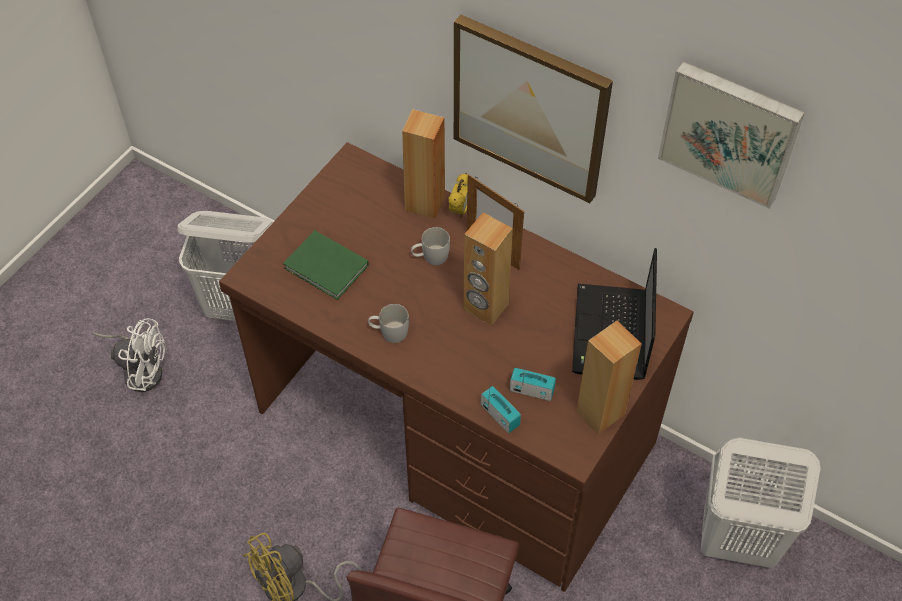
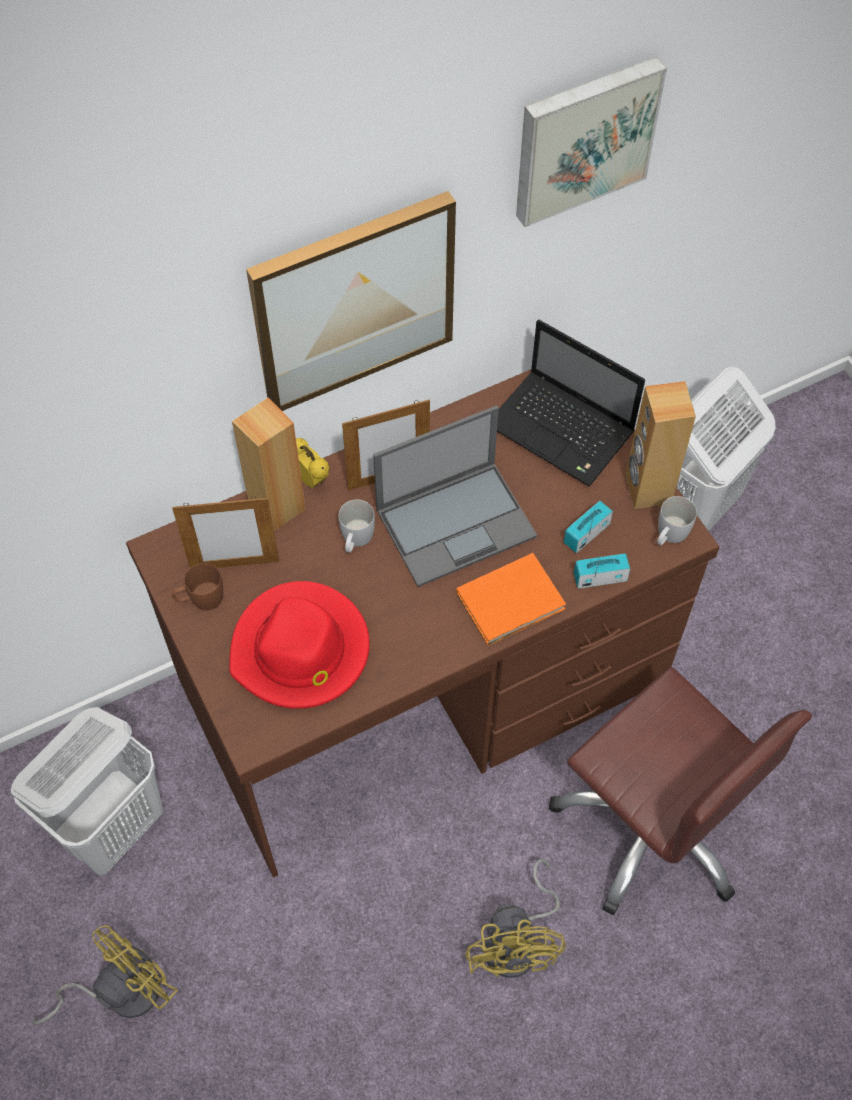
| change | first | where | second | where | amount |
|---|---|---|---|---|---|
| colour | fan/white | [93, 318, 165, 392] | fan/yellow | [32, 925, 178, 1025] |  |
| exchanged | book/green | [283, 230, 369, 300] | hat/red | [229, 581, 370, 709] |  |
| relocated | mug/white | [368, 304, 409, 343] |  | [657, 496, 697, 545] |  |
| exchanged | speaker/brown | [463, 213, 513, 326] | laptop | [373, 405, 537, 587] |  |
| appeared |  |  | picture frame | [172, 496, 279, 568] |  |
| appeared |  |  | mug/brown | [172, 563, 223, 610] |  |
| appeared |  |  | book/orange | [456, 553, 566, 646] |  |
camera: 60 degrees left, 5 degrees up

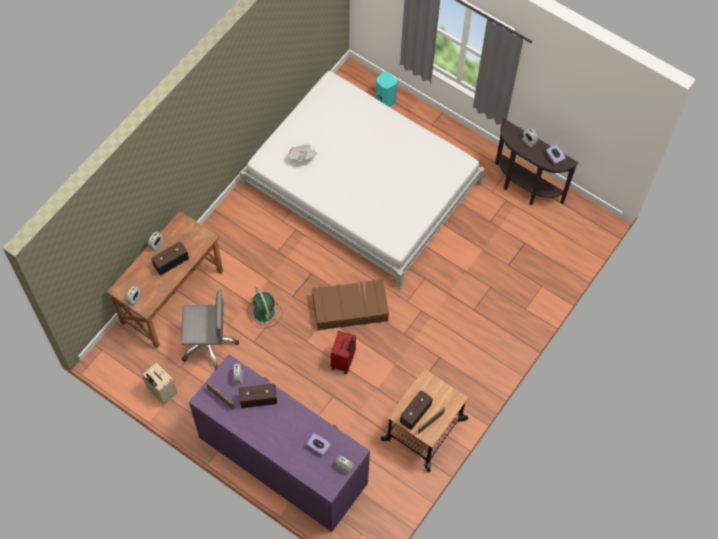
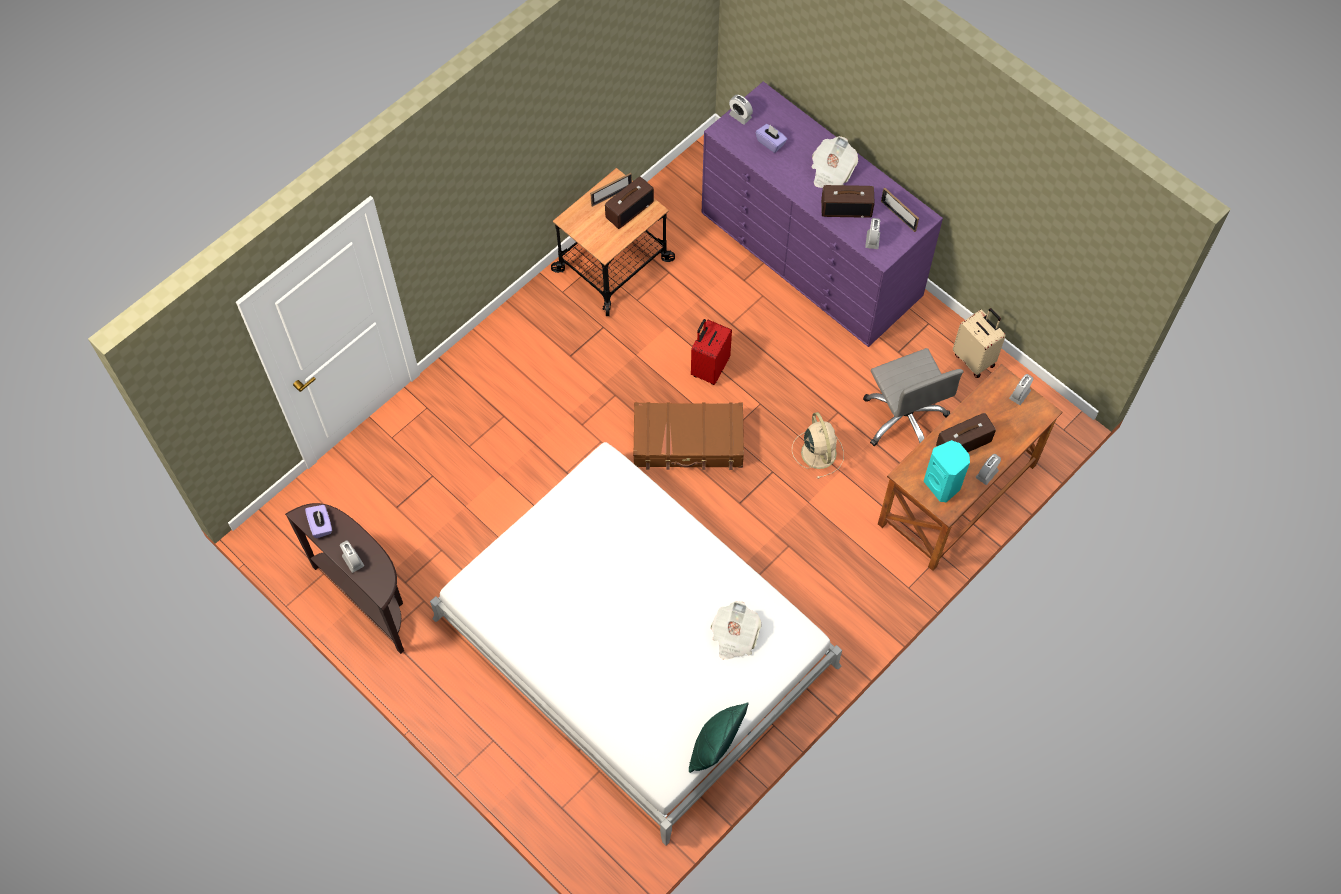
| change | first | where | second | where | amount |
|---|---|---|---|---|---|
| spun | office chair/grey | [181, 289, 239, 370] |  | [863, 348, 964, 446] | 120 degrees counterclockwise |
| colour | fan/green | [248, 287, 282, 328] | fan/beige | [792, 412, 844, 479] |  |
| relocated | speaker/turquoise | [376, 71, 398, 107] |  | [924, 440, 970, 502] |  |
| appeared |  |  | pillow/green | [689, 702, 749, 773] |  |
| appeared |  |  | newspaper | [812, 136, 858, 188] |  |
camera: 170 degrees left, 0 degrees up

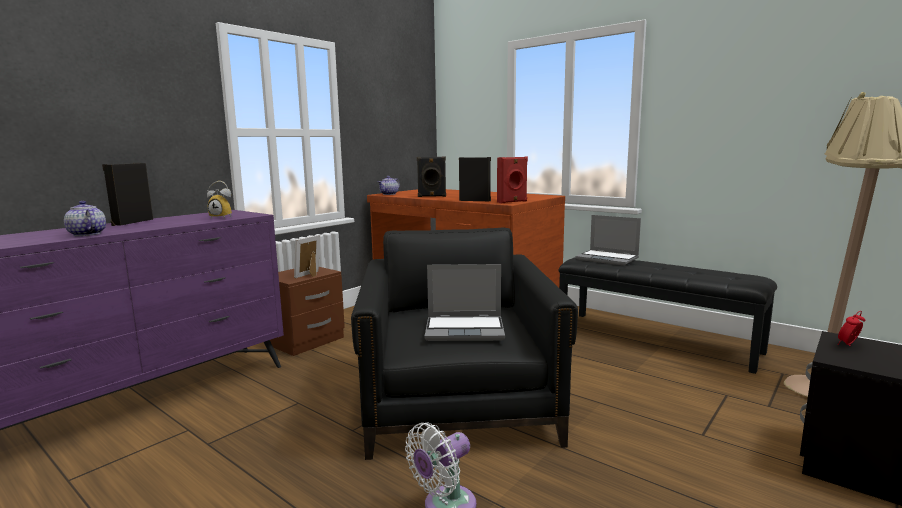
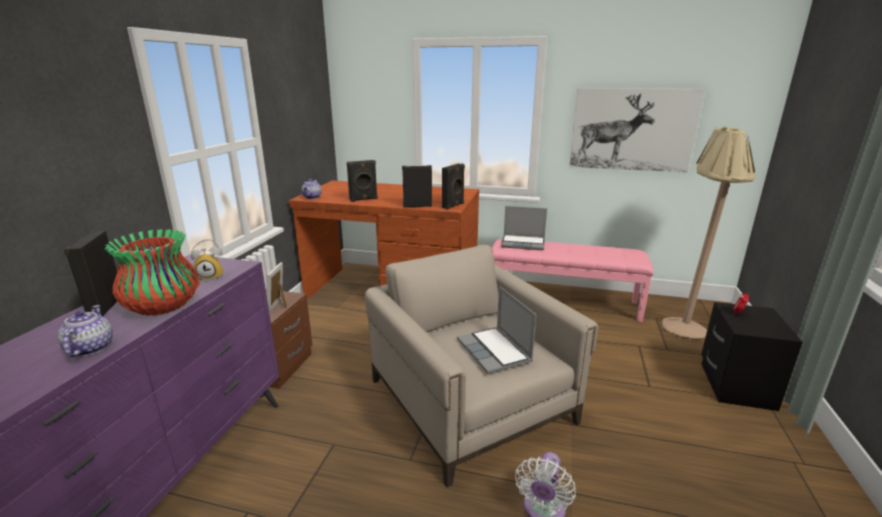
| change | first | where | second | where | amount |
|---|---|---|---|---|---|
| spun | teapot | [64, 201, 106, 236] |  | [58, 305, 113, 357] | 60 degrees clockwise |
| colour | armchair/black | [351, 227, 578, 460] | armchair/beige | [365, 245, 598, 487] |  |
| spun | laptop | [425, 264, 505, 341] |  | [457, 286, 536, 374] | 90 degrees clockwise |
| colour | speaker/red | [497, 157, 528, 203] | speaker/black | [442, 164, 465, 210] |  |
| colour | bench/black | [559, 257, 777, 374] | bench/pink | [491, 239, 653, 322] |  |
| appeared |  |  | vase | [105, 229, 200, 316] |  |
| appeared |  |  | picture | [569, 88, 705, 173] |  |
camera: 25 degrees left, 10 degrees up

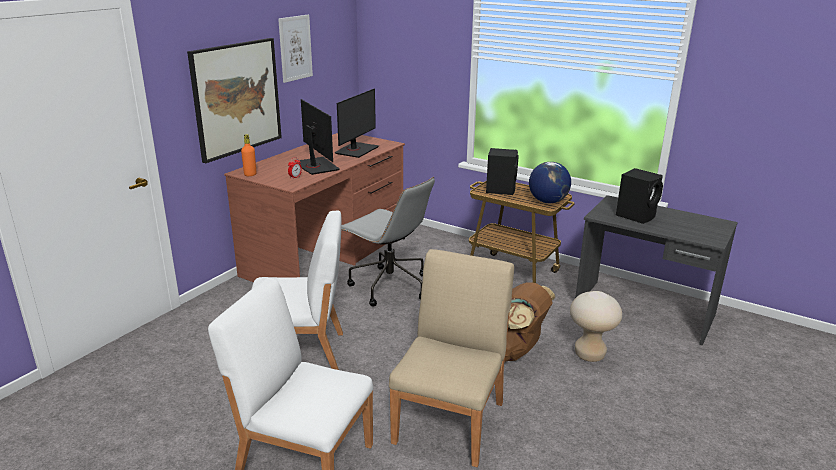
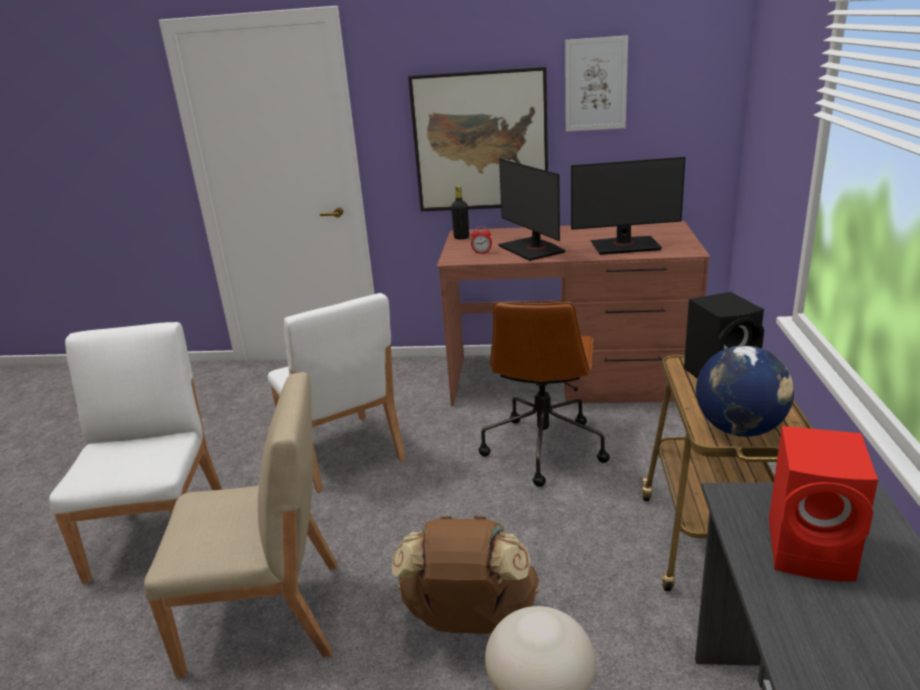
| change | first | where | second | where | amount |
|---|---|---|---|---|---|
| colour | bottle/orange | [241, 134, 257, 176] | bottle/black | [451, 186, 469, 239] |  |
| spun | monitor | [297, 99, 340, 175] |  | [498, 159, 566, 261] | 120 degrees clockwise |
| colour | office chair/grey | [341, 177, 435, 306] | office chair/brown | [478, 302, 610, 487] |  |
| colour | speaker/black | [616, 168, 663, 224] | speaker/red | [769, 426, 878, 582] |  |
camera: 65 degrees right, 0 degrees up

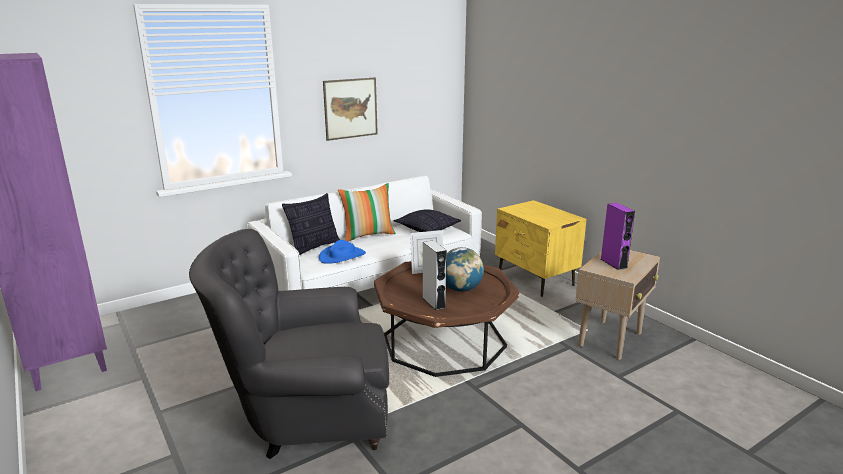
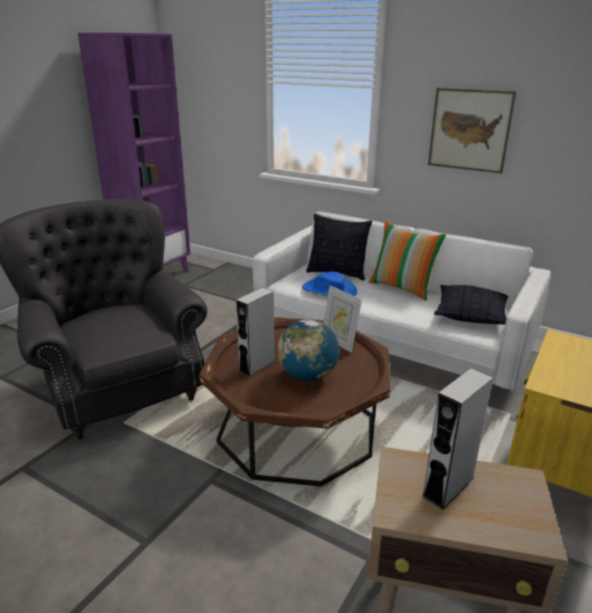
| change | first | where | second | where | amount |
|---|---|---|---|---|---|
| colour | speaker/purple | [601, 203, 635, 270] | speaker/grey | [422, 368, 493, 509] |  |
camera: 65 degrees right, 5 degrees up

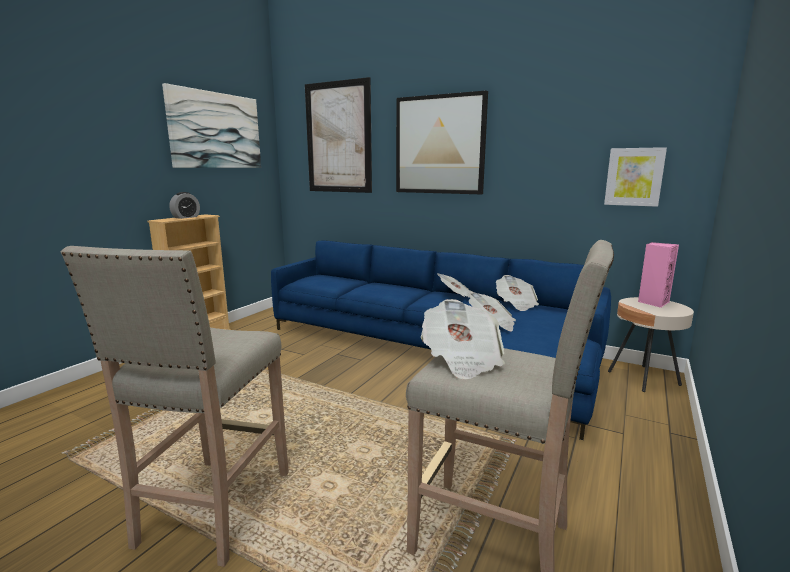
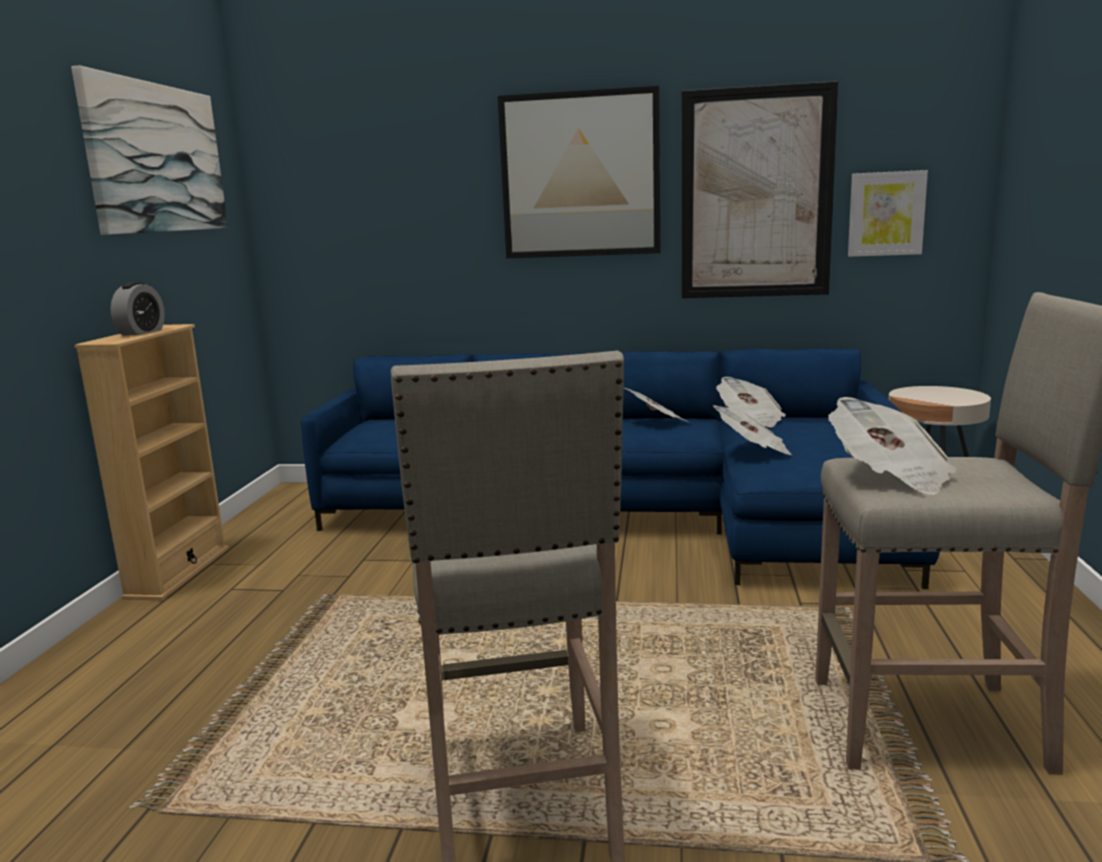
| change | first | where | second | where | amount |
|---|---|---|---|---|---|
| relocated | picture | [305, 77, 372, 193] |  | [682, 81, 838, 298] |  |
| missing | speaker/pink | [638, 242, 679, 308] |  |  |  |
camera: 20 degrees left, 0 degrees up

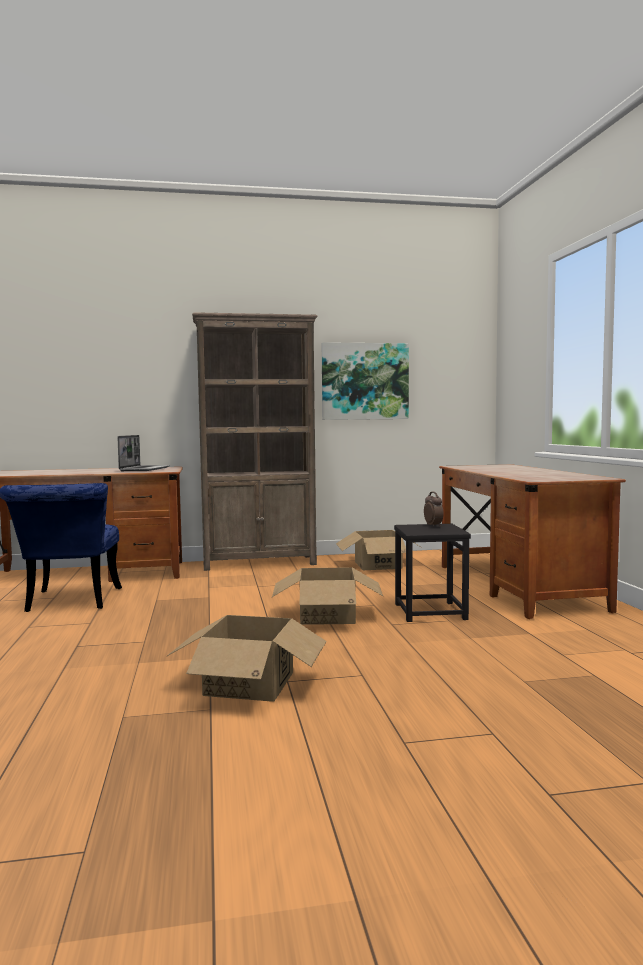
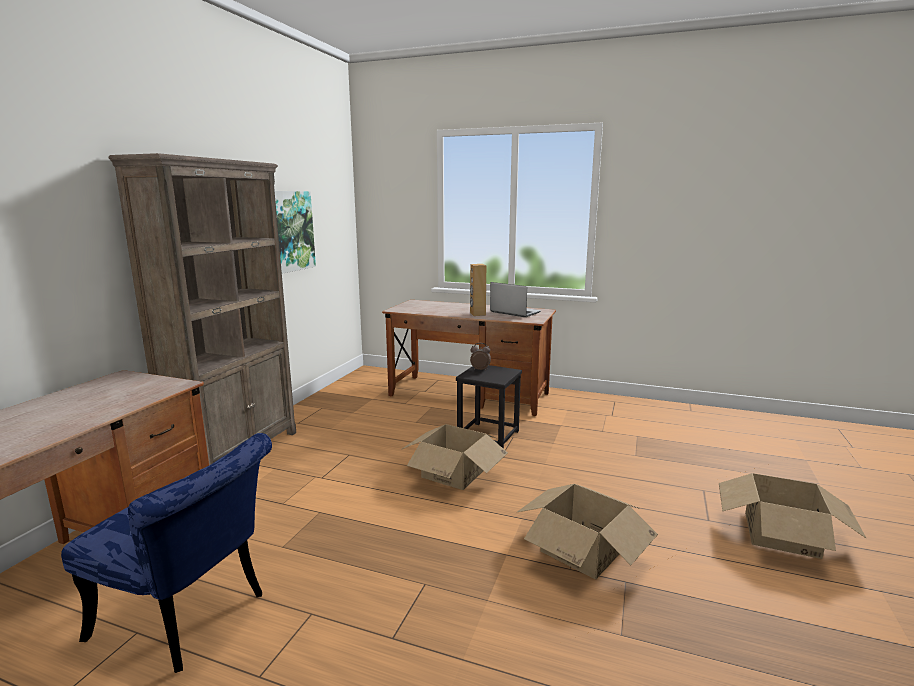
| change | first | where | second | where | amount |
|---|---|---|---|---|---|
| relocated | laptop | [117, 435, 170, 471] |  | [490, 282, 541, 317] |  |
| relocated | cardboard box | [336, 530, 421, 570] |  | [719, 473, 867, 559] |  |
| appeared |  |  | speaker/brown | [470, 264, 486, 316] |  |
camera: 60 degrees left, 10 degrees up

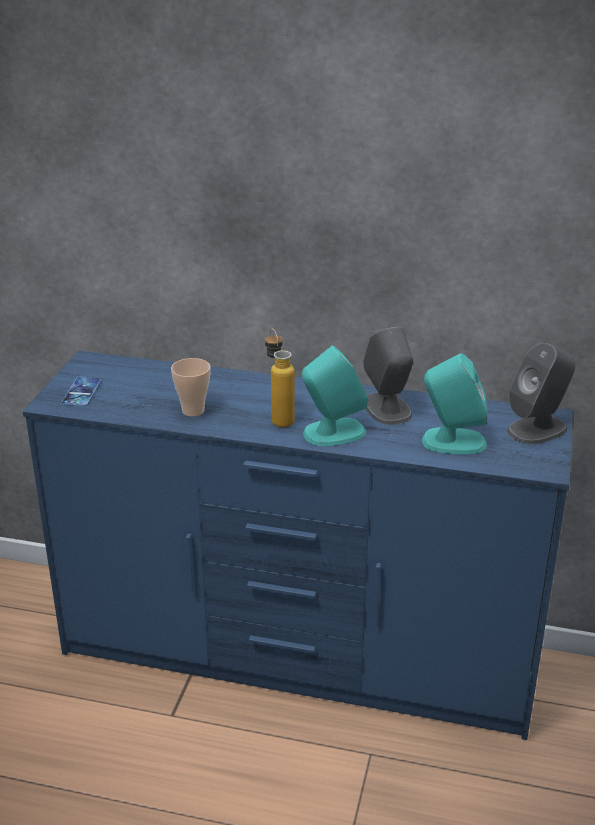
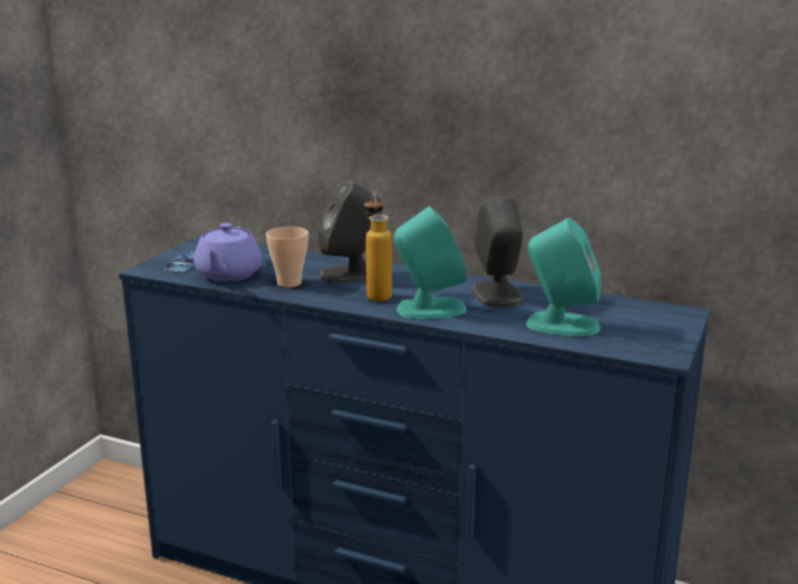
| change | first | where | second | where | amount |
|---|---|---|---|---|---|
| relocated | speaker/grey | [507, 343, 576, 444] |  | [318, 180, 383, 283] |  |
| appeared |  |  | teapot/purple | [194, 223, 262, 281] |  |
camera: 10 degrees right, 10 degrees down

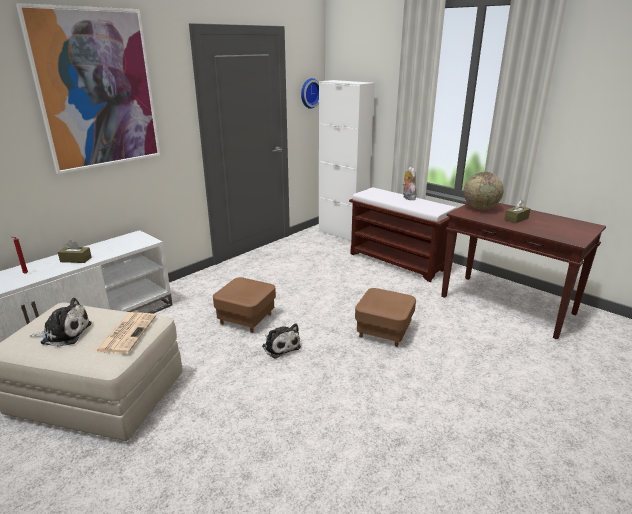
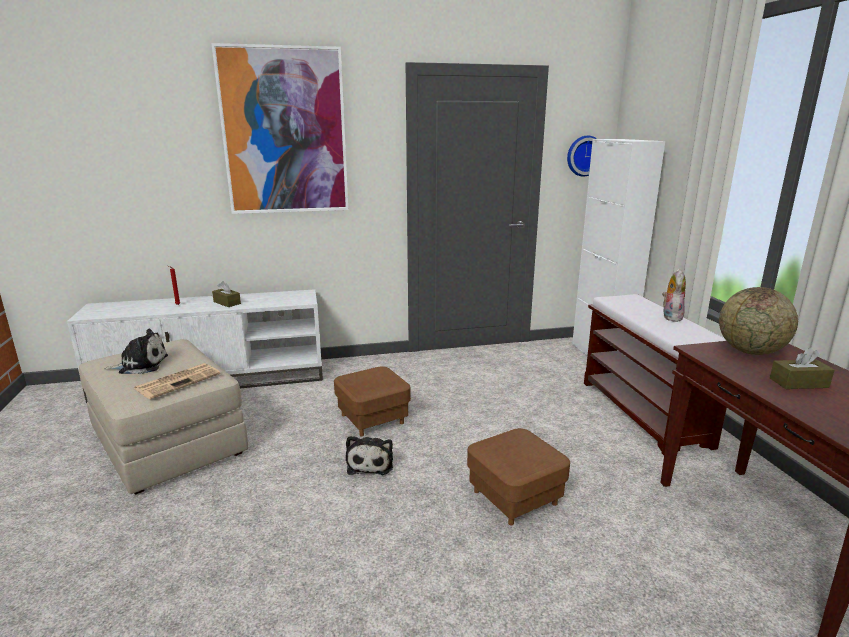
| change | first | where | second | where | amount |
|---|---|---|---|---|---|
| spun | plush toy | [30, 298, 92, 347] |  | [104, 329, 168, 374] | 45 degrees counterclockwise |
camera: 35 degrees right, 5 degrees down

